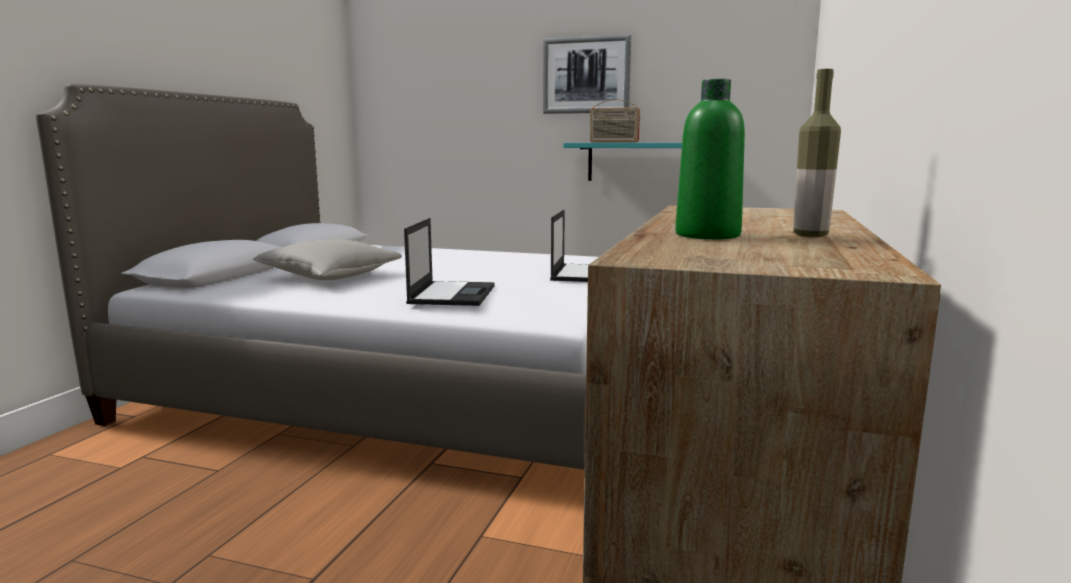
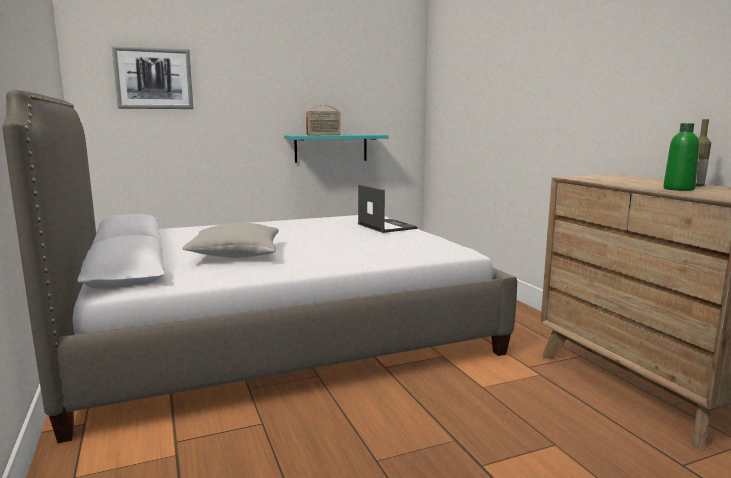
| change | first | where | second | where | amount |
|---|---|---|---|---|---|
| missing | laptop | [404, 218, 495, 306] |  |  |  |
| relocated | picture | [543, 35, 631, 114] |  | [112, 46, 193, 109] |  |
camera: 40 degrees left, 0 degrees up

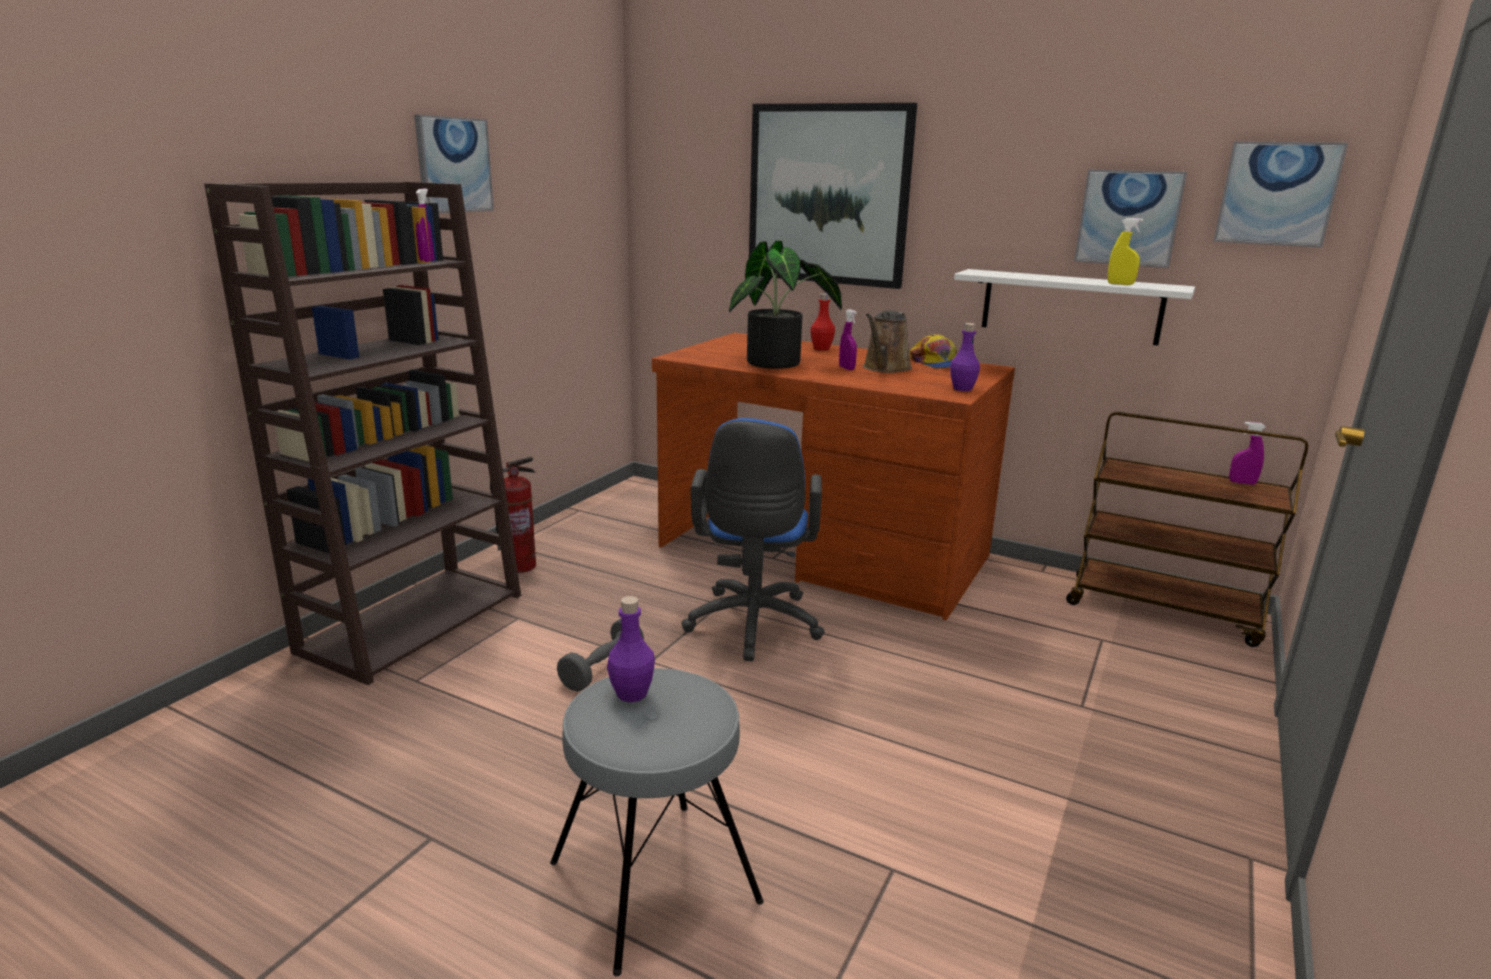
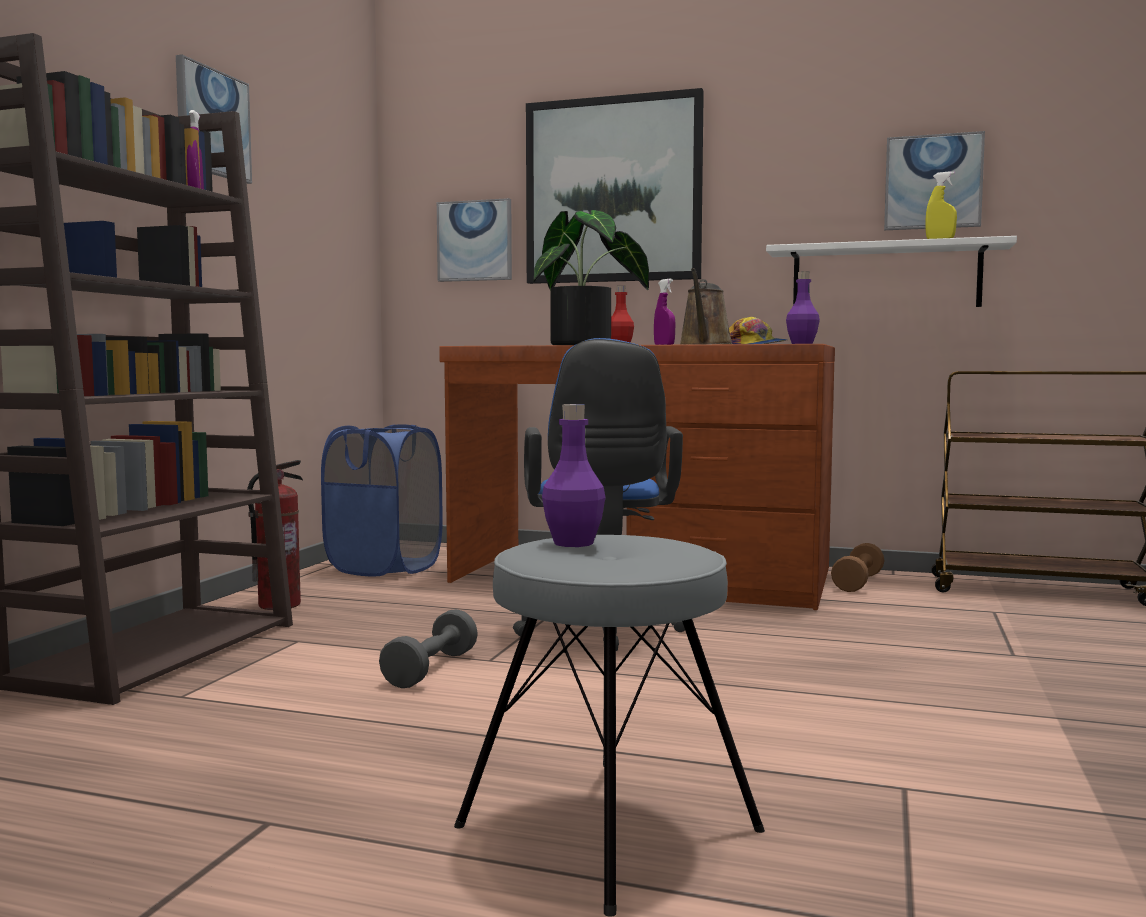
| change | first | where | second | where | amount |
|---|---|---|---|---|---|
| relocated | picture | [1213, 141, 1348, 247] |  | [437, 198, 512, 282] |  |
| missing | spray bottle/purple | [1229, 422, 1266, 485] |  |  |  |
| appeared |  |  | laundry basket/blue | [321, 424, 443, 576] |  |
| appeared |  |  | dumbbell/brown | [831, 543, 885, 592] |  |
camera: 10 degrees left, 15 degrees down

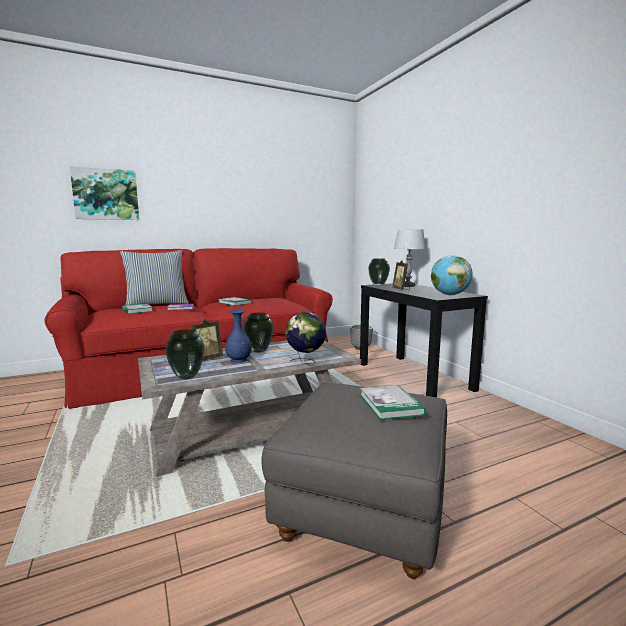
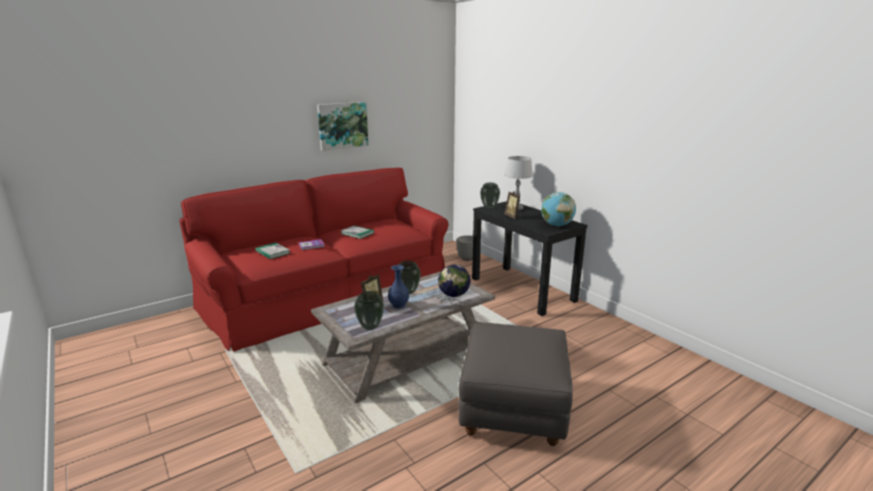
| change | first | where | second | where | amount |
|---|---|---|---|---|---|
| relocated | picture | [70, 166, 139, 220] |  | [317, 102, 368, 151] |  |
| missing | pillow | [120, 250, 189, 305] |  |  |  |
| missing | book | [359, 385, 426, 420] |  |  |  |
camera: 10 degrees left, 10 degrees up

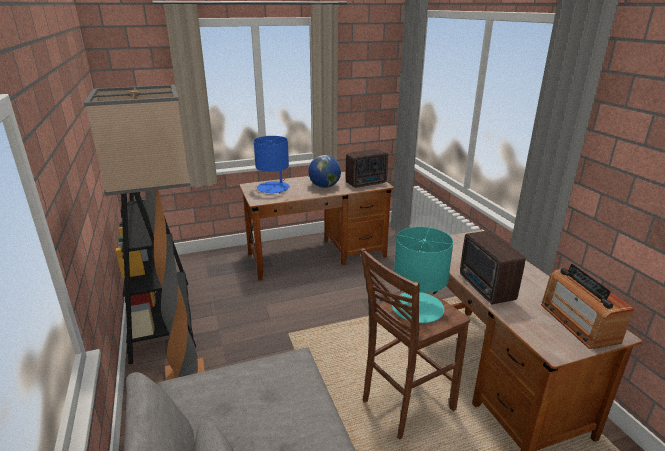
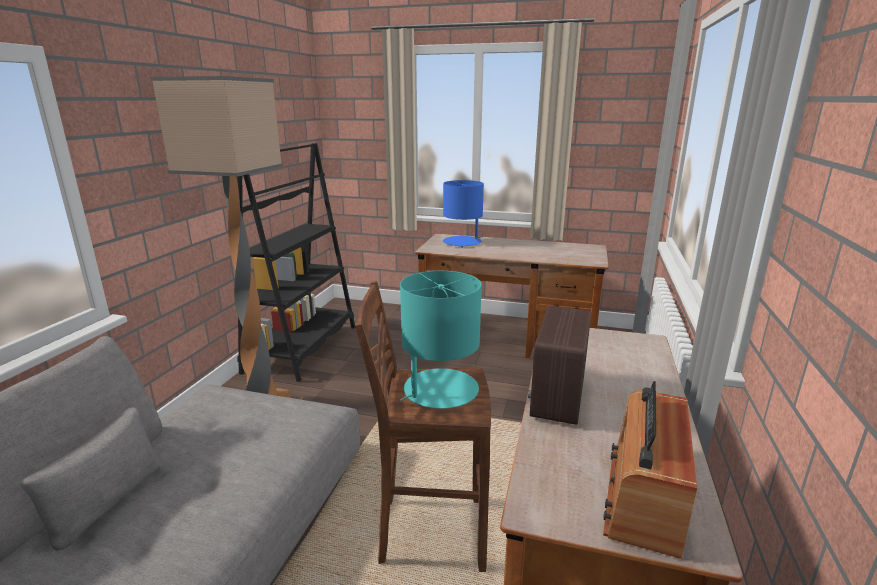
| change | first | where | second | where | amount |
|---|---|---|---|---|---|
| missing | globe | [308, 155, 341, 188] |  |  |  |
| missing | radio | [346, 149, 388, 188] |  |  |  |
camera: 35 degrees right, 5 degrees down

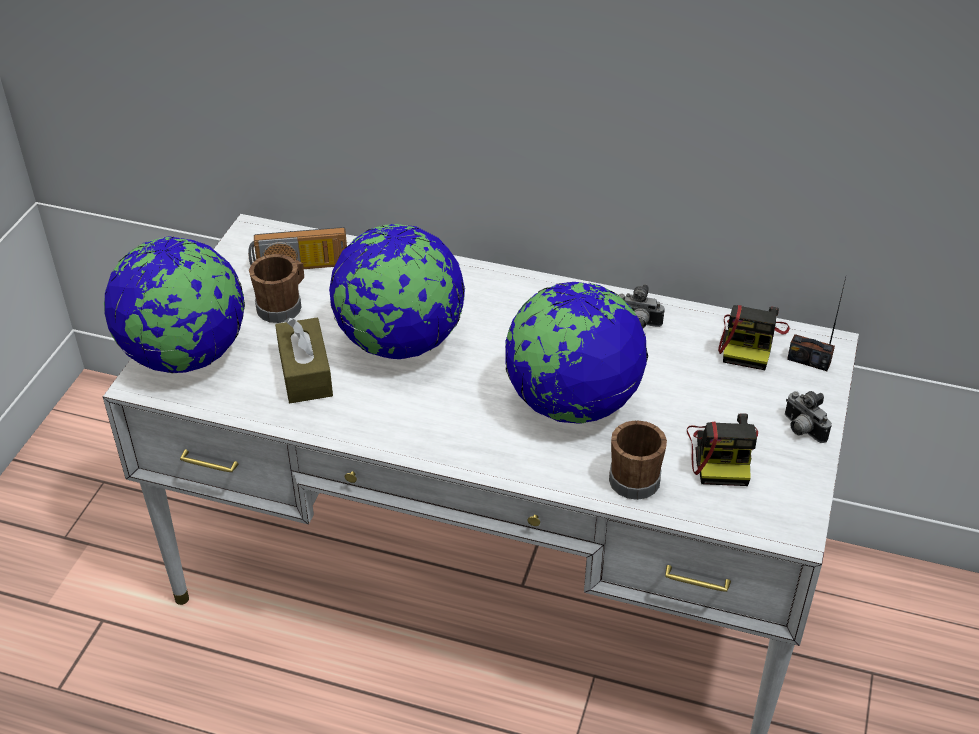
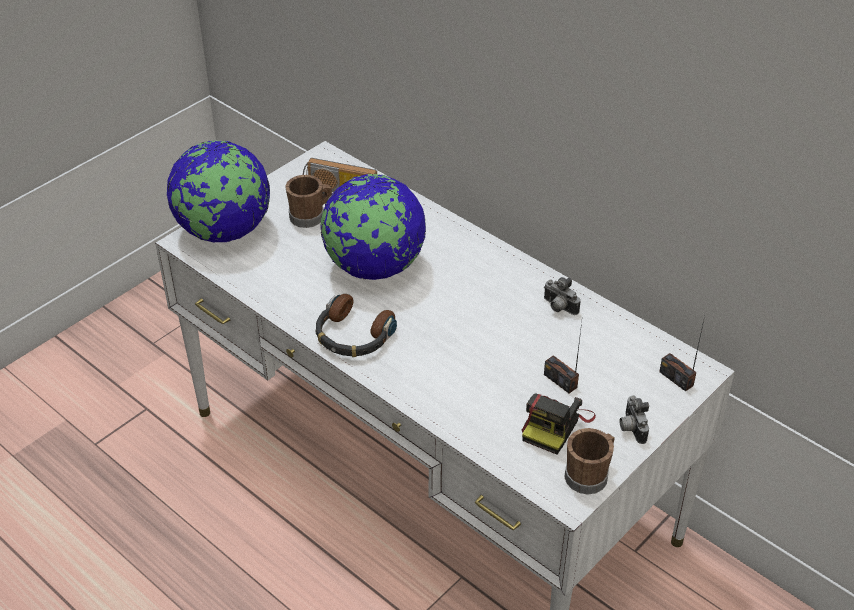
| change | first | where | second | where | amount |
|---|---|---|---|---|---|
| missing | tissue box/brown | [275, 318, 333, 403] |  |  |  |
| missing | globe | [505, 282, 648, 424] |  |  |  |
| relocated | mug/brown | [609, 420, 667, 500] |  | [564, 428, 615, 495] |  |
| missing | photo camera | [718, 305, 790, 370] |  |  |  |
| appeared |  |  | headphones | [315, 294, 397, 357] |  |
| appeared |  |  | radio | [544, 322, 582, 393] |  |
camera: 25 degrees right, 0 degrees up

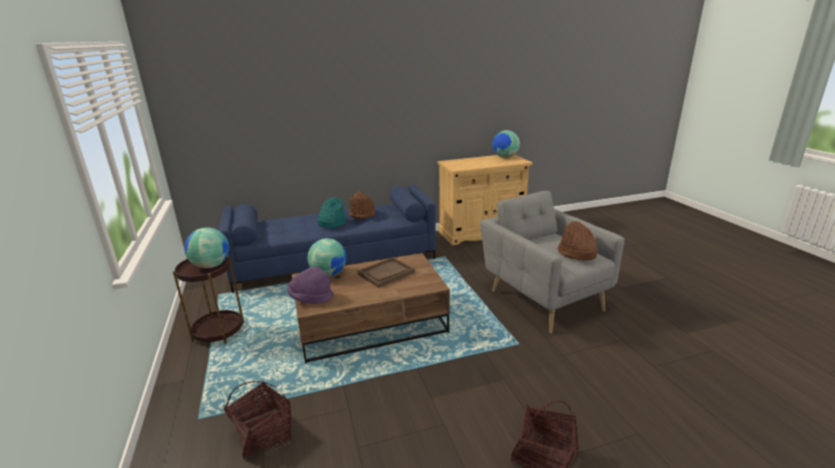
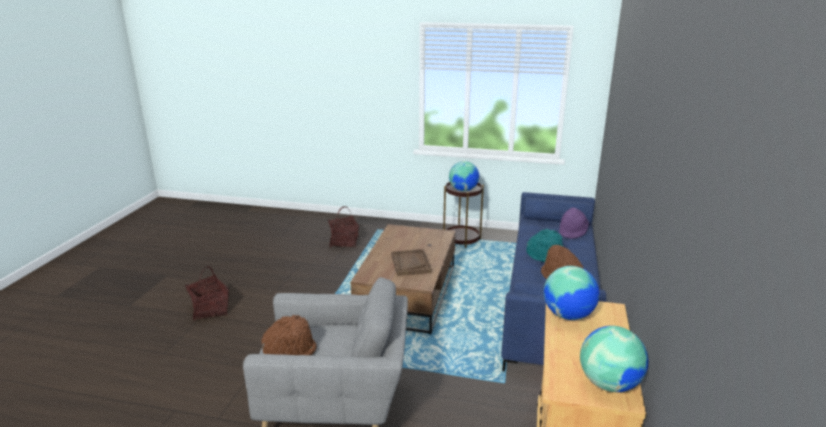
| change | first | where | second | where | amount |
|---|---|---|---|---|---|
| relocated | hat/purple | [287, 267, 333, 304] |  | [559, 207, 589, 239] |  |
| relocated | globe | [307, 238, 346, 276] |  | [544, 266, 600, 320] |  |
camera: 120 degrees right, 0 degrees up

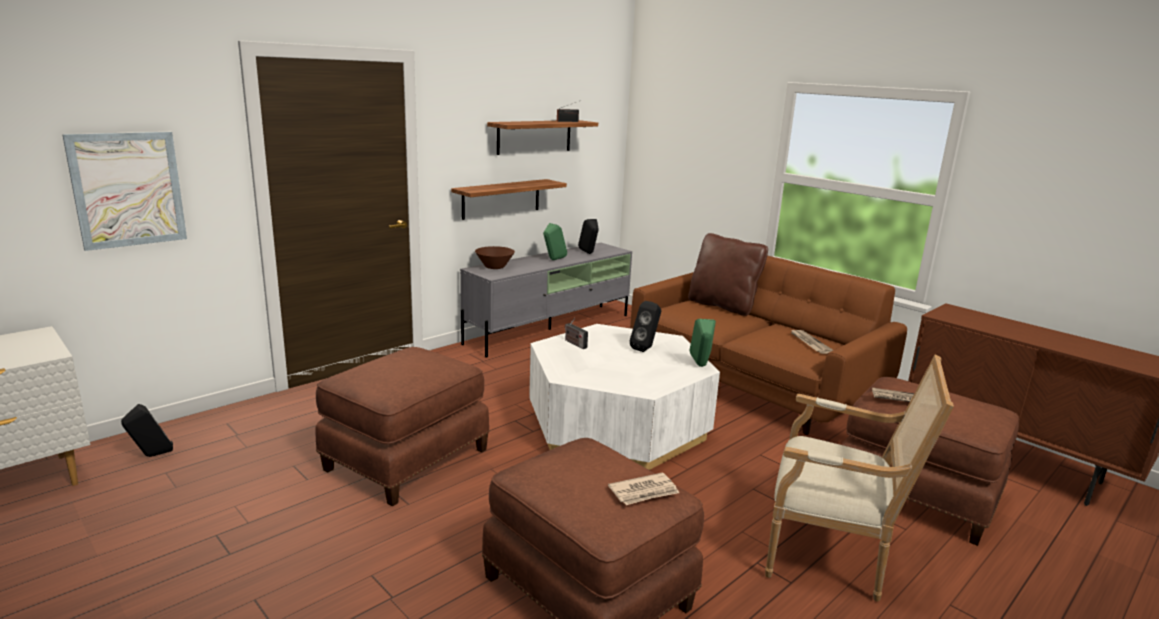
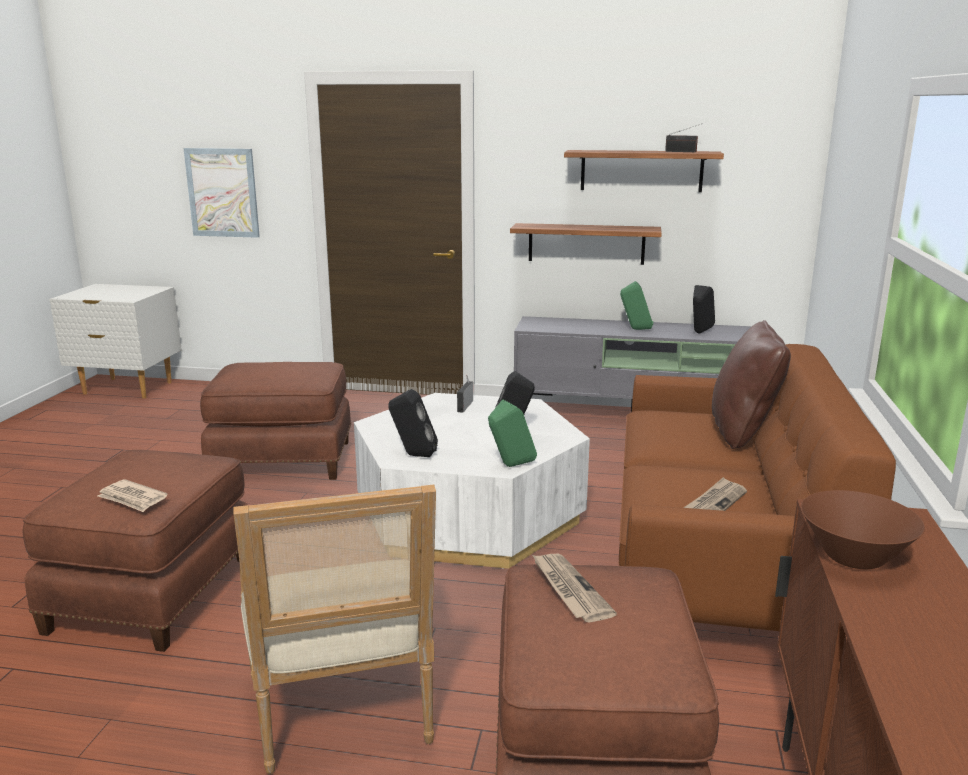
| change | first | where | second | where | amount |
|---|---|---|---|---|---|
| relocated | speaker/black | [121, 404, 173, 457] |  | [388, 389, 438, 457] |  |
| relocated | bowl/brown | [475, 246, 515, 269] |  | [801, 490, 925, 569] |  |
camera: 55 degrees right, 0 degrees up

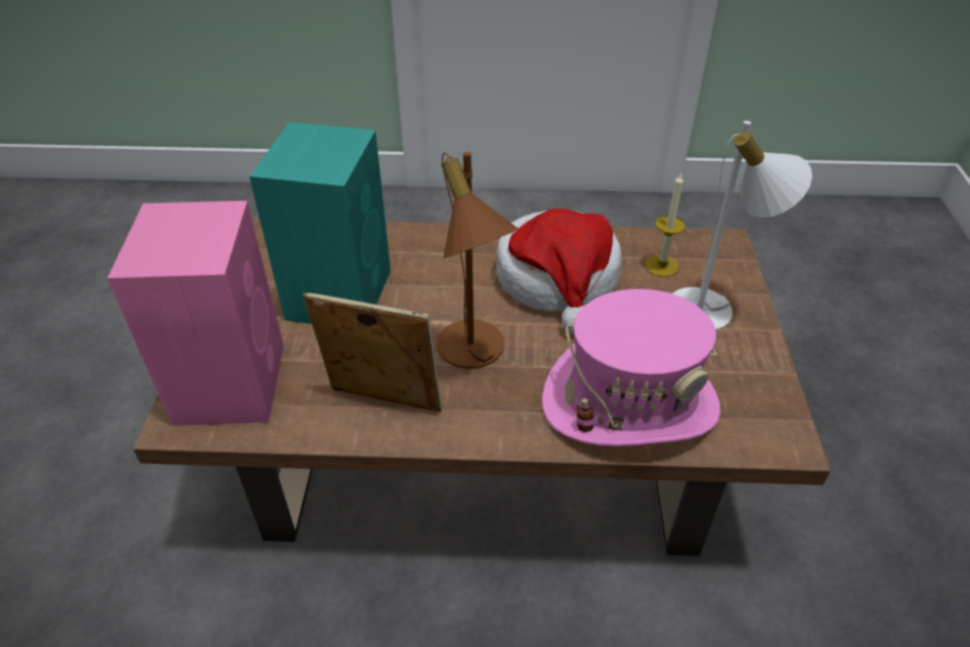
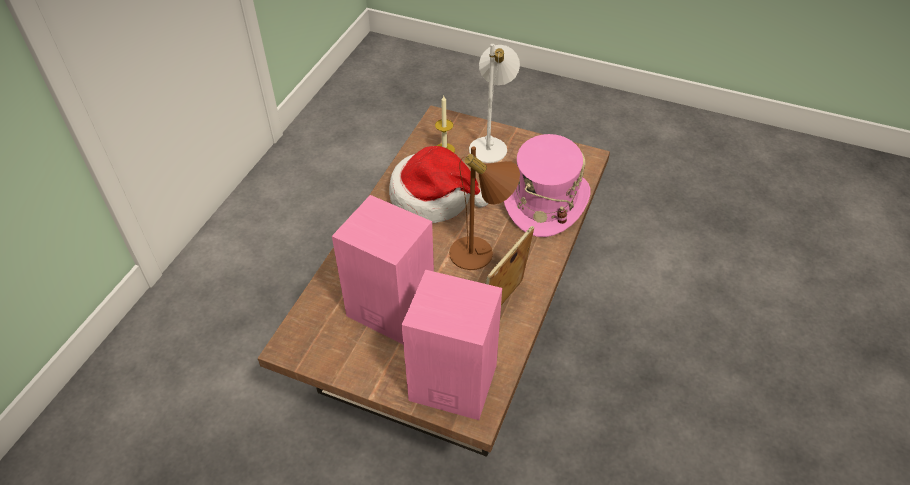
| change | first | where | second | where | amount |
|---|---|---|---|---|---|
| colour | speaker/turquoise | [249, 122, 391, 324] | speaker/pink | [332, 195, 434, 344] |  |
camera: 70 degrees left, 5 degrees up

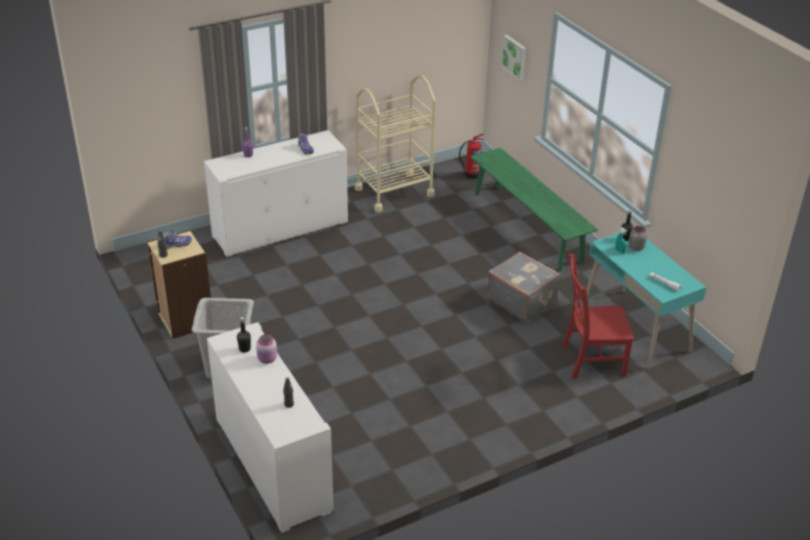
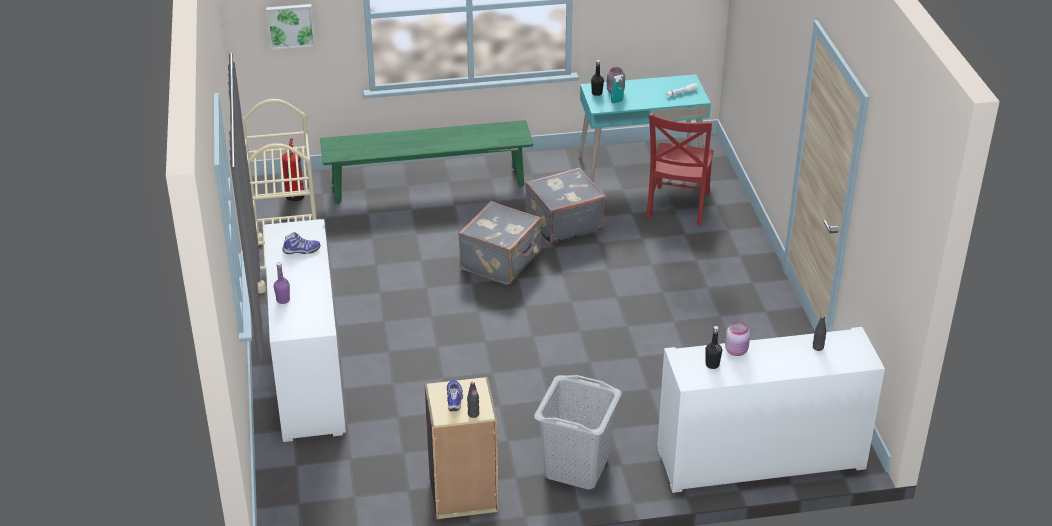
| change | first | where | second | where | amount |
|---|---|---|---|---|---|
| appeared |  |  | suitcase/grey | [458, 201, 541, 284] |  |
camera: 70 degrees left, 0 degrees up

